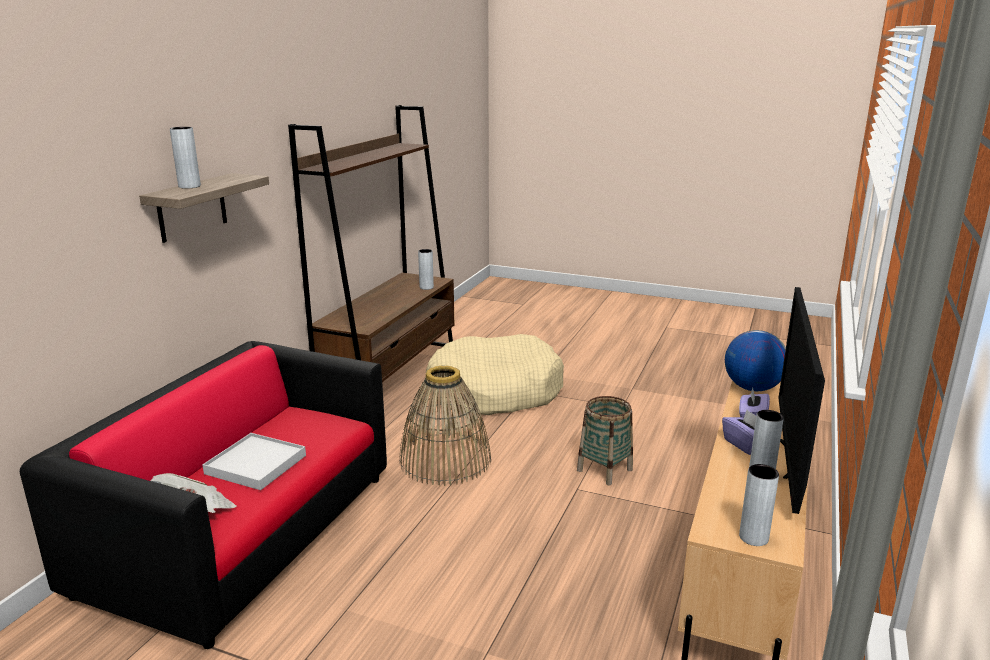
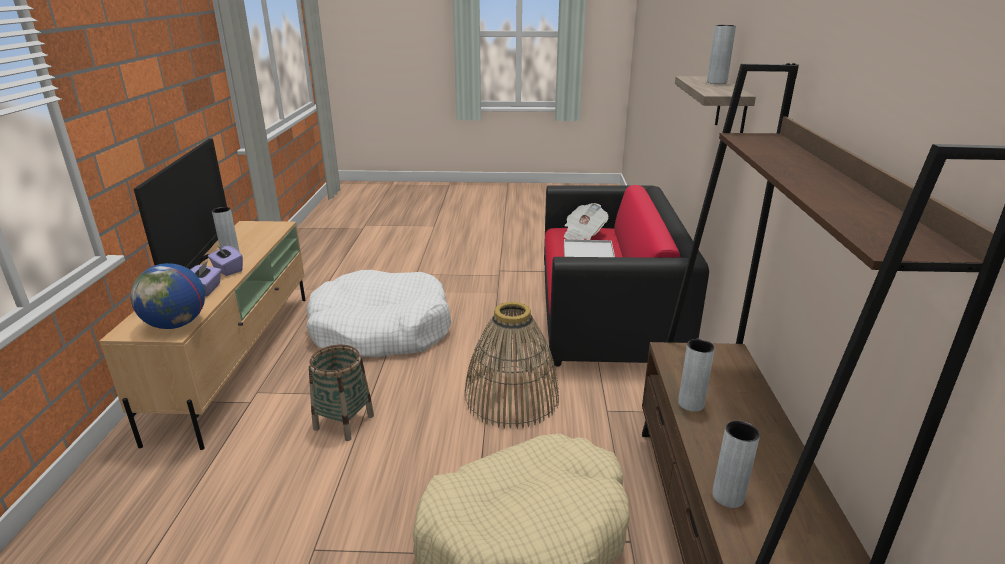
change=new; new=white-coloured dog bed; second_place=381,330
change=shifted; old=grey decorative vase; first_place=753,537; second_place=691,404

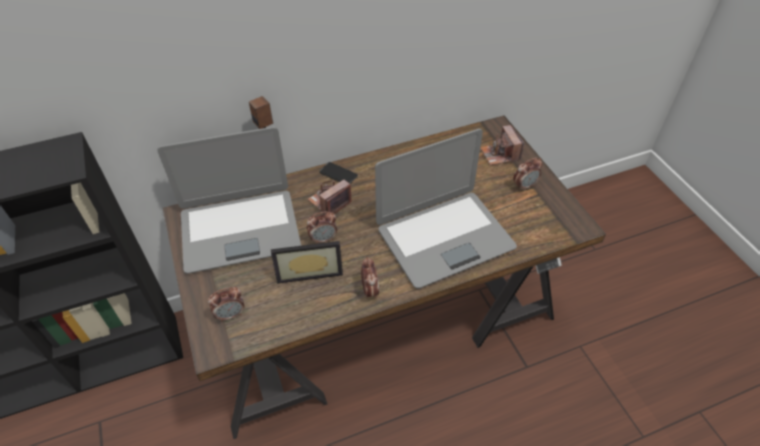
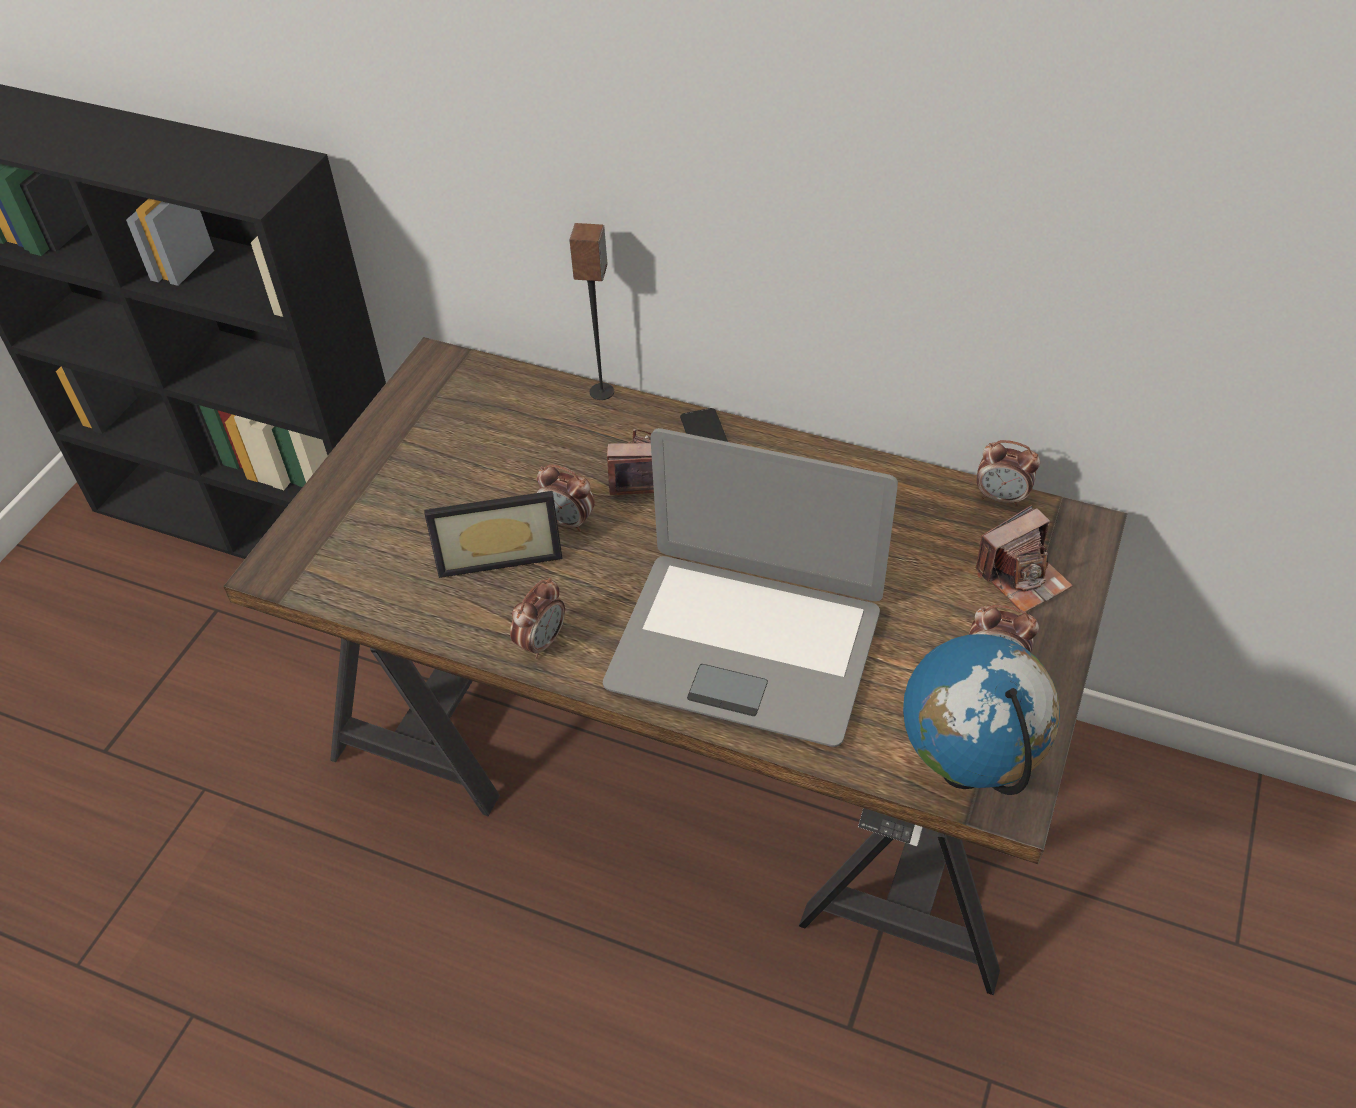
change=gone; old=notebook computer; first_place=240,230
change=new; new=desk globe; second_place=966,771
change=shifted; old=bedside clock; first_place=231,315; second_place=1001,497
change=rotated; old=standing frame; first_place=309,270; second_place=499,552; degrees=-45
change=rotated; old=photo camera; first_place=500,154; second_place=1022,577; degrees=-150

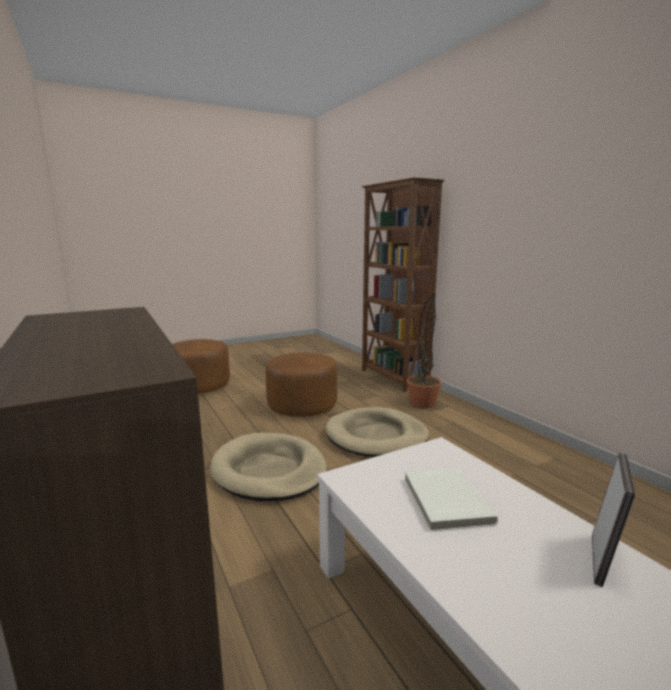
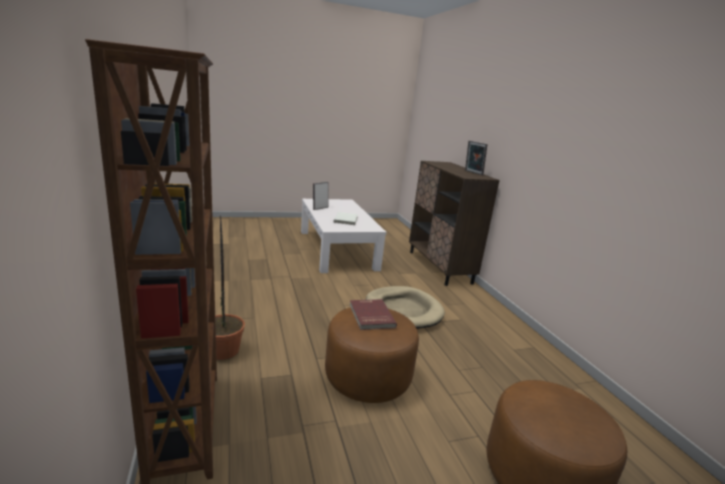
change=gone; old=beige dog bed; first_place=376,436
change=new; new=red-coloured bound book; second_place=370,316
change=new; new=standing frame; second_place=472,172

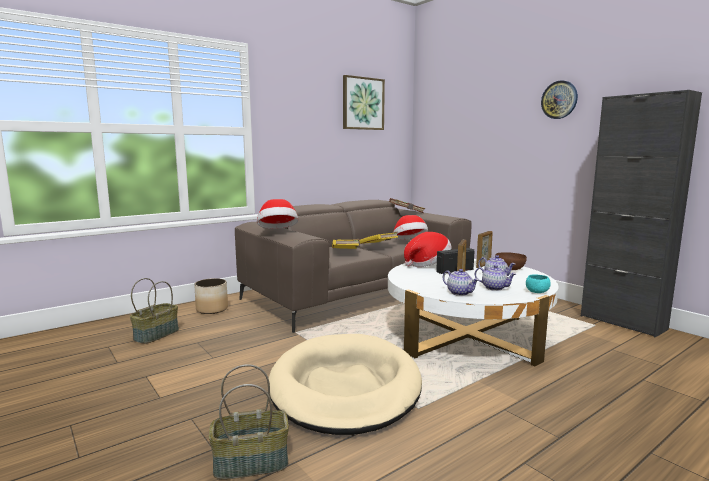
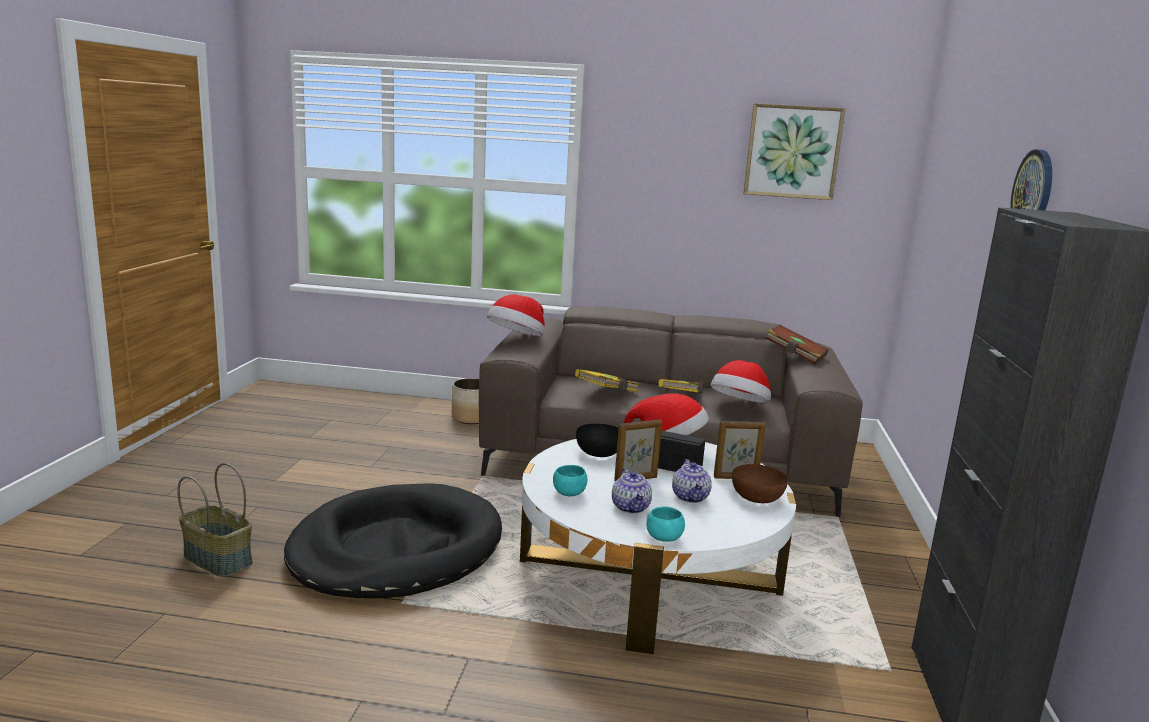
change=gone; old=basket; first_place=156,334
change=new; new=blackish serving bowl; second_place=598,453
change=swapped; old=teapot; new=blue-green serving bowl; first_place=460,293; second_place=569,493
change=repainted; old=beige dog bed; new=blackish dog bed; first_place=345,387; second_place=396,549

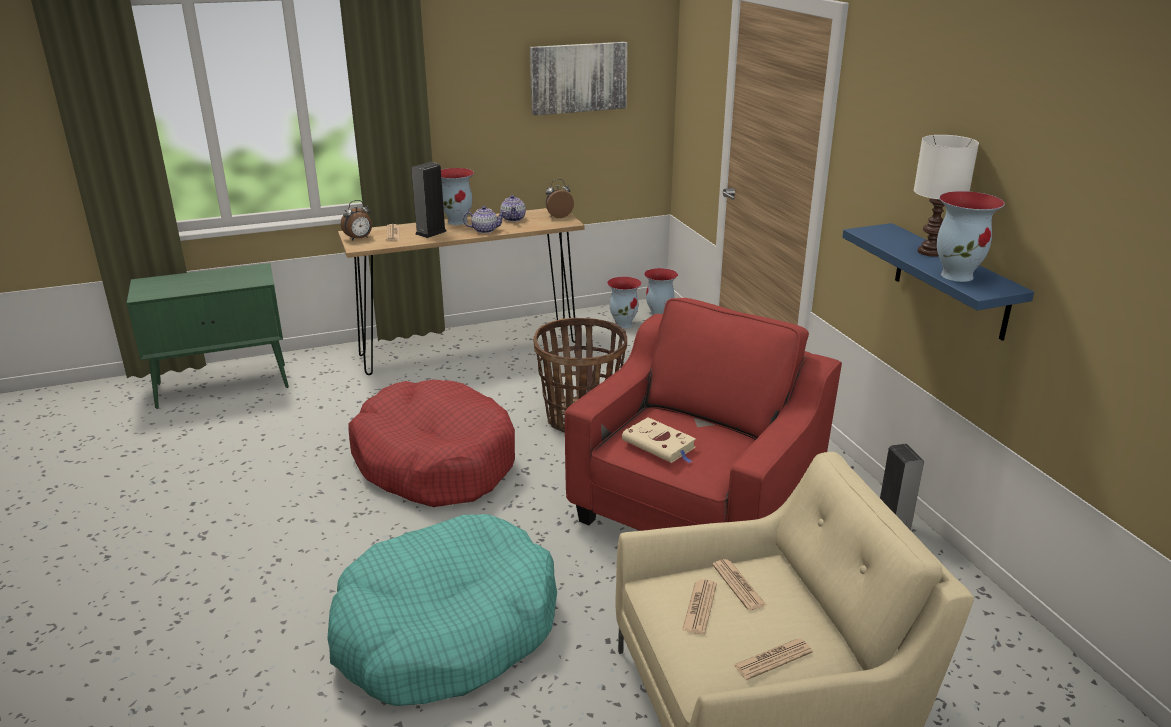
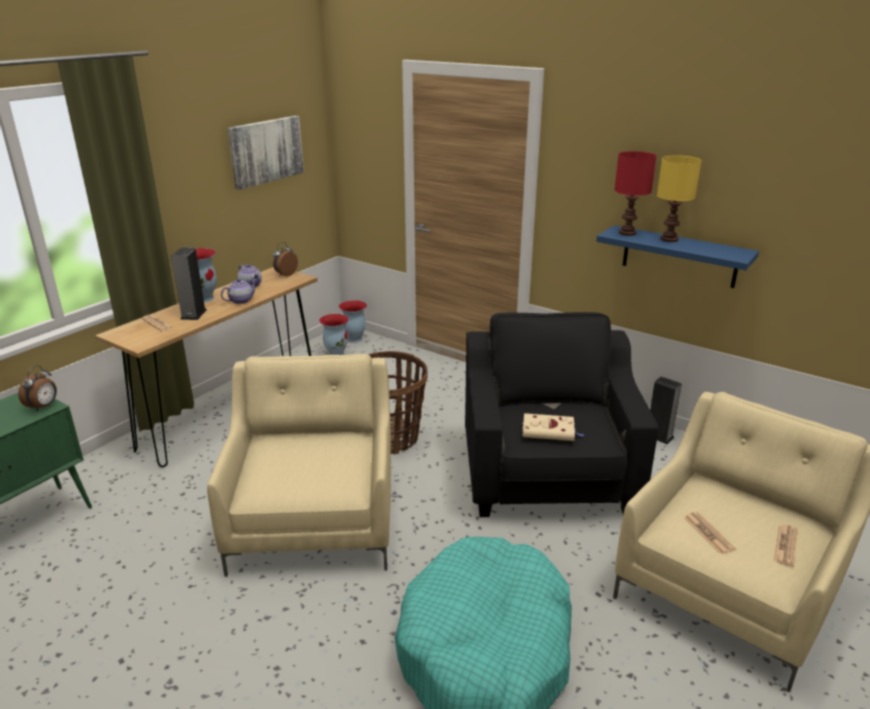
change=gone; old=printed paper; first_place=738,585
change=gone; old=decorative vase; first_place=957,275
change=new; new=red-coloured tabletop lamp; second_place=627,233
change=shifted; old=bedside clock; first_place=359,238; second_place=43,406
change=swapped; old=red-coloured dog bed; new=beige easy chair; first_place=435,461; second_place=315,518
change=repainted; old=red-coloured easy chair; new=blackish easy chair; first_place=695,516; second_place=547,478
change=repainted; old=white-coloured tabletop lamp; new=yellowish tabletop lamp; first_place=930,252; second_place=669,239

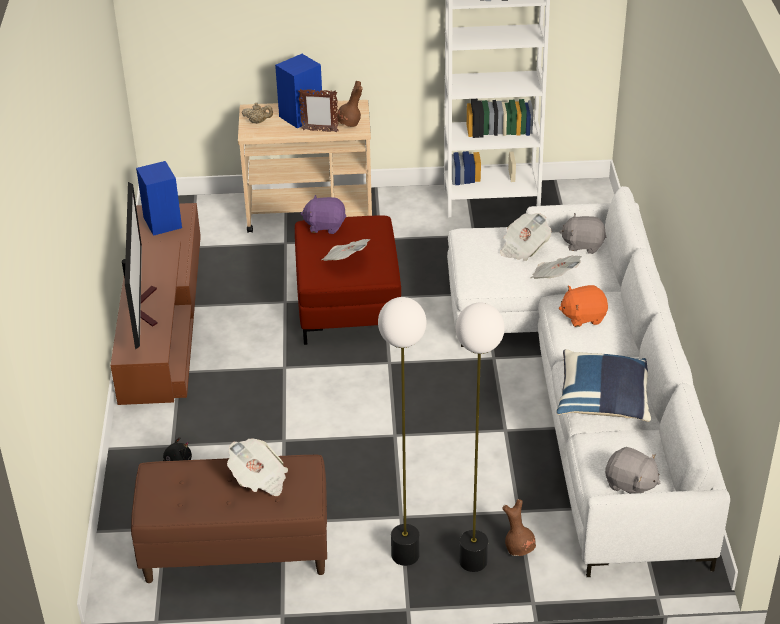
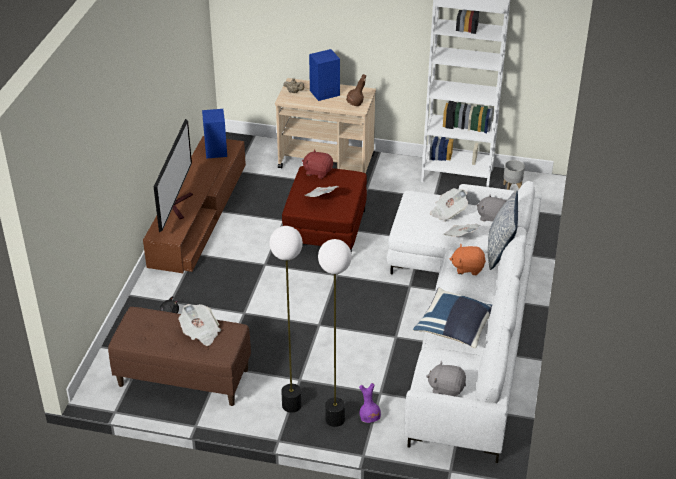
change=gone; old=standing frame; first_place=319,131
change=new; new=throw pillow; second_place=500,251
change=new; new=grey flower pot; second_place=512,187
change=repainted; old=purple-coloured soft toy; new=red-coloured soft toy; first_place=325,225; second_place=318,172
change=repainted; old=brown decorative vase; new=purple-coloured decorative vase; first_place=519,548; second_place=370,418
change=rotated; old=grey soft toy; first_place=630,484; second_place=446,388; degrees=150

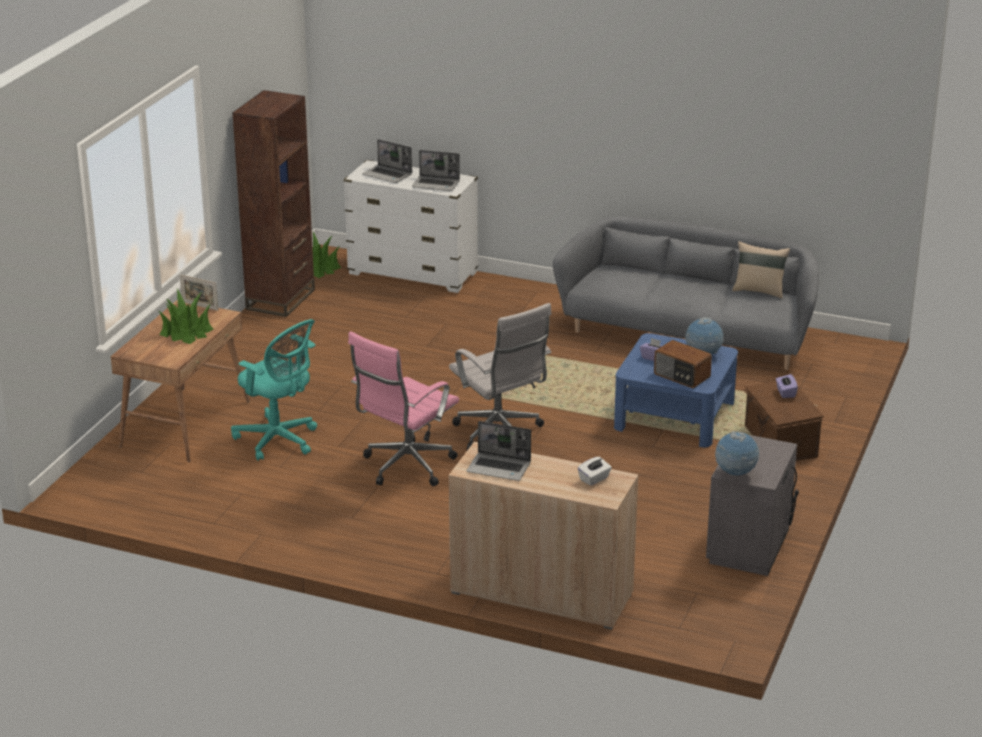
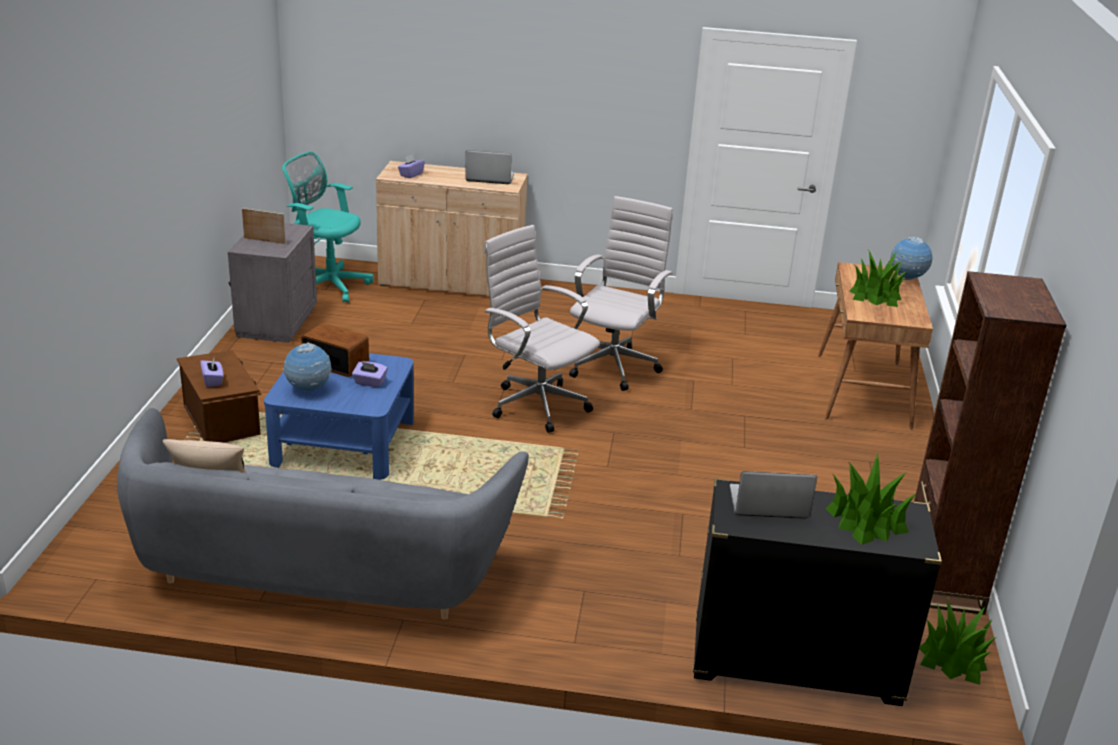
change=shifted; old=standing frame; first_place=200,306; second_place=265,241
change=shifted; old=blue-green desk chair; first_place=278,440; second_place=328,284
change=shifted; old=desk globe; first_place=735,474; second_place=907,278
change=swapped; old=notebook computer; new=houseplant; first_place=388,175; second_place=866,520
change=repainted; old=white-coloured dresser; new=blackish dresser; first_place=413,274; second_place=795,663
change=repainted; old=pinkish desk chair; new=white-coloured desk chair; first_place=405,467; second_place=614,365
change=repainted; old=white-coloured box of tissues; new=purple-coloured box of tissues; first_place=594,479; second_place=411,174

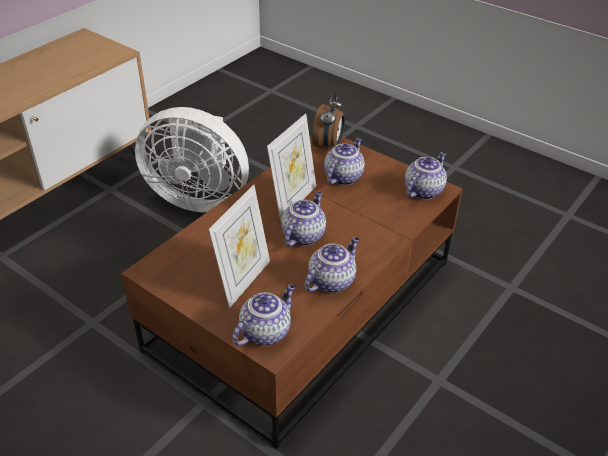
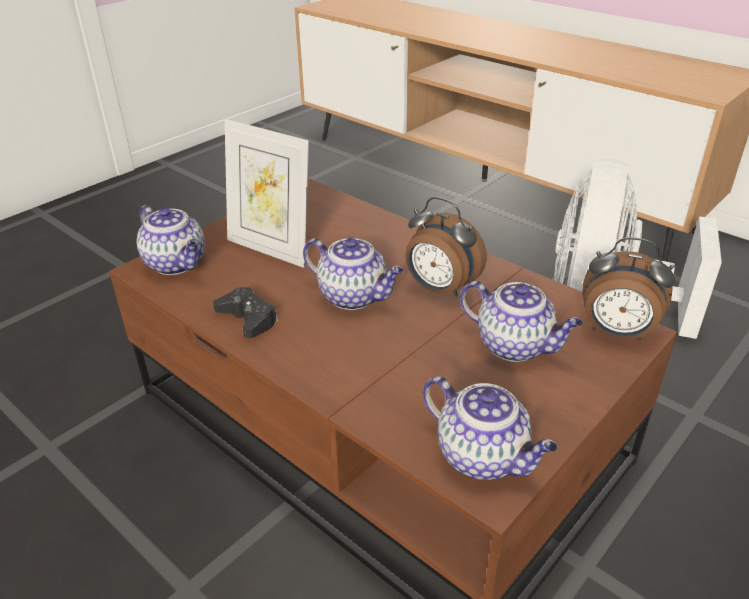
change=swapped; old=standing frame; new=bedside clock; first_place=293,200; second_place=440,289
change=swapped; old=teapot; new=blackish joypad; first_place=331,281; second_place=248,319

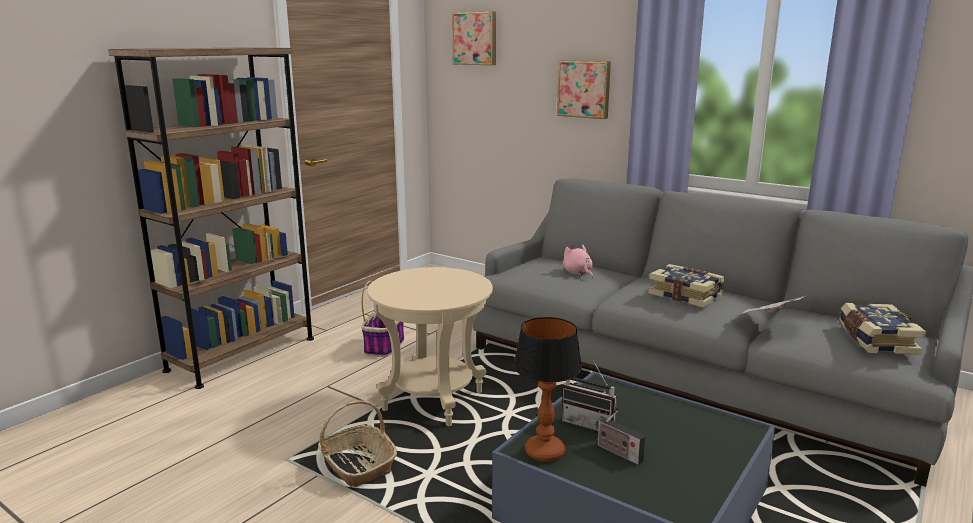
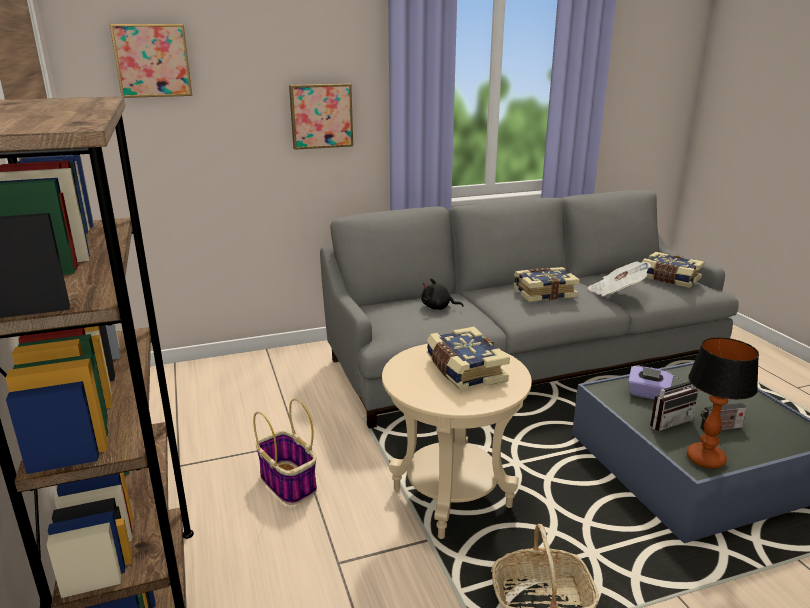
change=new; new=bound book; second_place=464,371
change=new; new=purple-coloured box of tissues; second_place=647,394
change=repainted; old=pinkish soft toy; new=blackish soft toy; first_place=578,273; second_place=438,307

